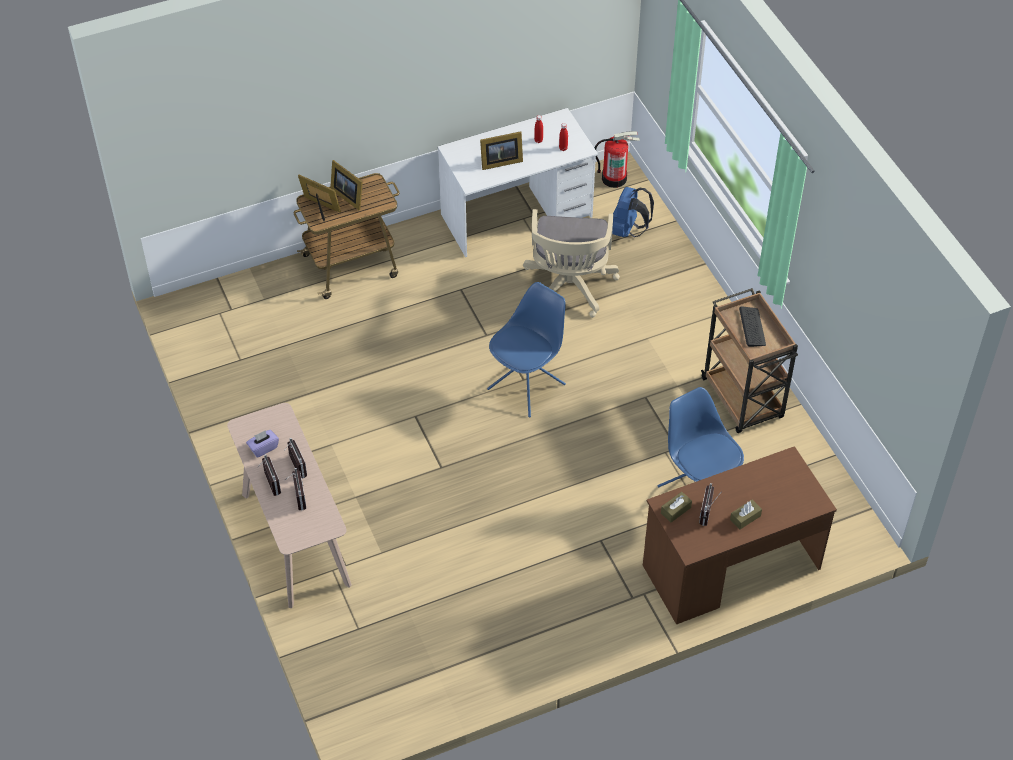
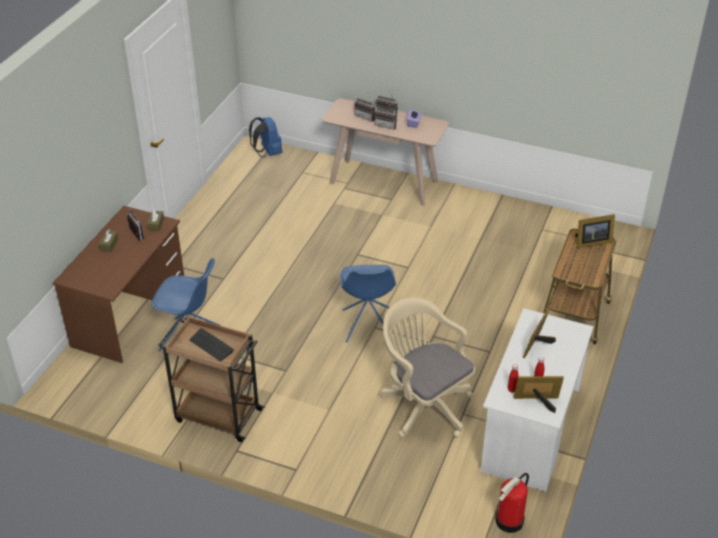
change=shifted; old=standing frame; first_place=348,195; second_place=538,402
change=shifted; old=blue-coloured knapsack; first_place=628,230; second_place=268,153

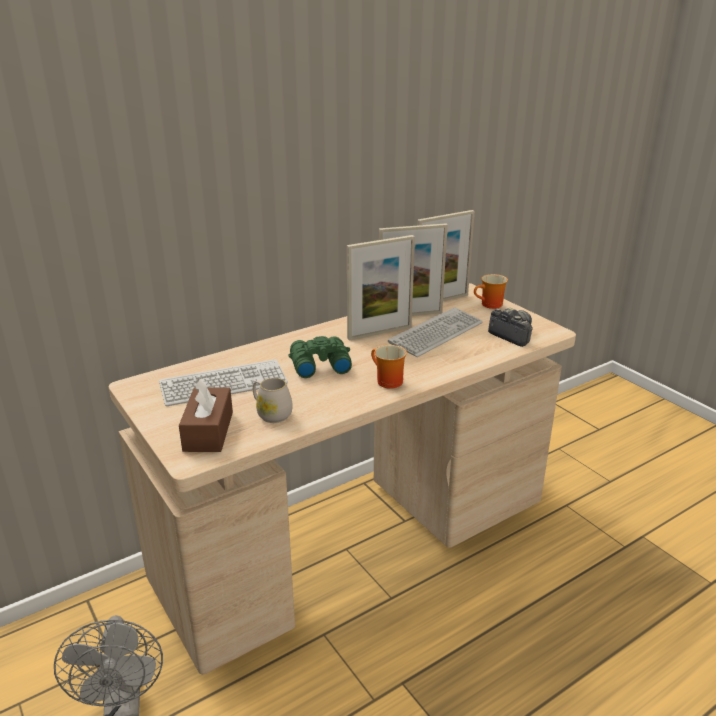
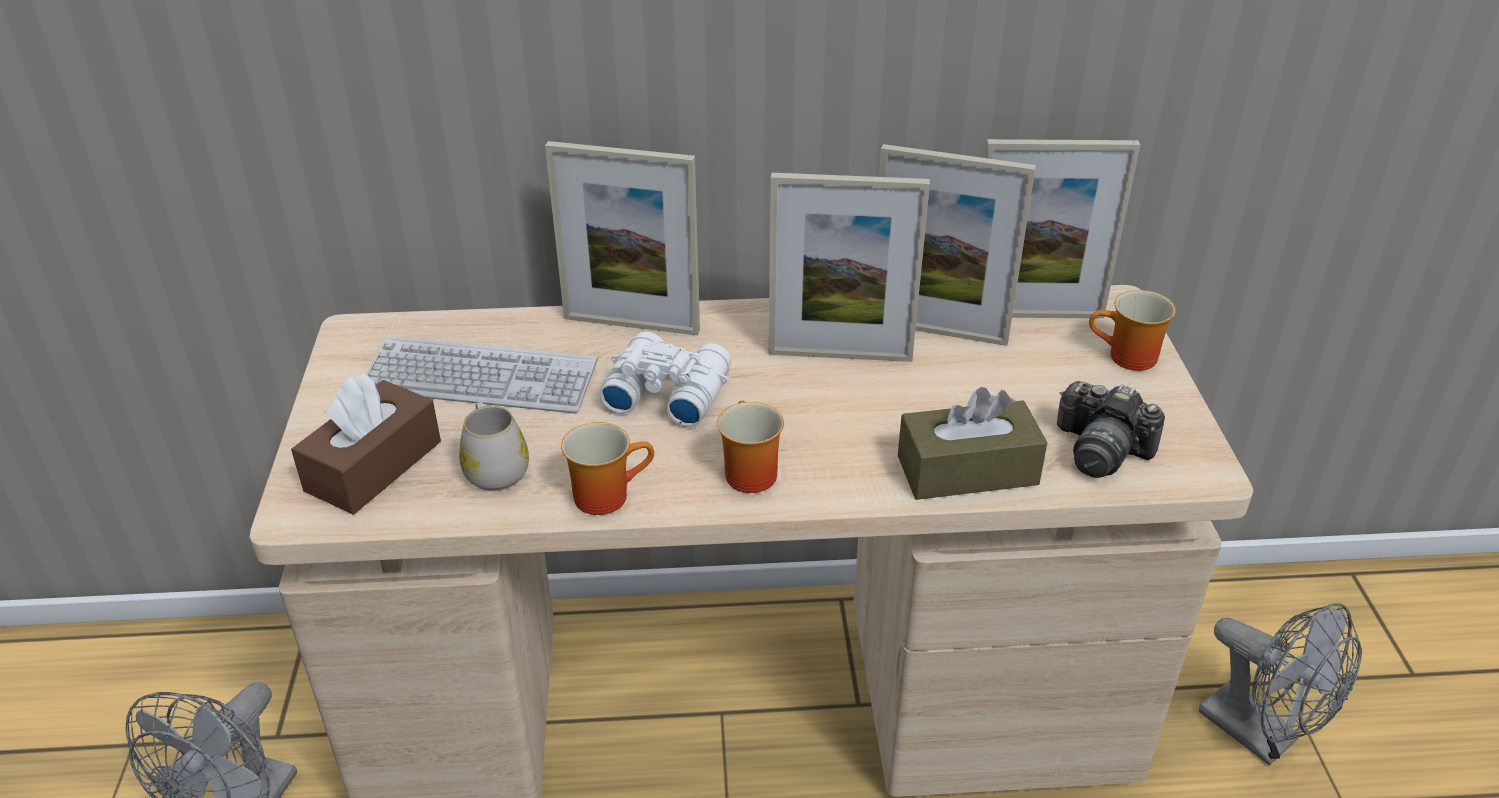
change=gone; old=computer keyboard; first_place=436,333
change=new; new=standing frame; second_place=631,324
change=new; new=mug; second_place=606,493
change=new; new=brown box of tissues; second_place=967,470
change=new; new=grey cooling fan; second_place=1261,736
change=repainted; old=green-coloured field glasses; new=white-coloured field glasses; first_place=319,365; second_place=665,391
change=rotated; old=photo camera; first_place=512,335; second_place=1101,450; degrees=135

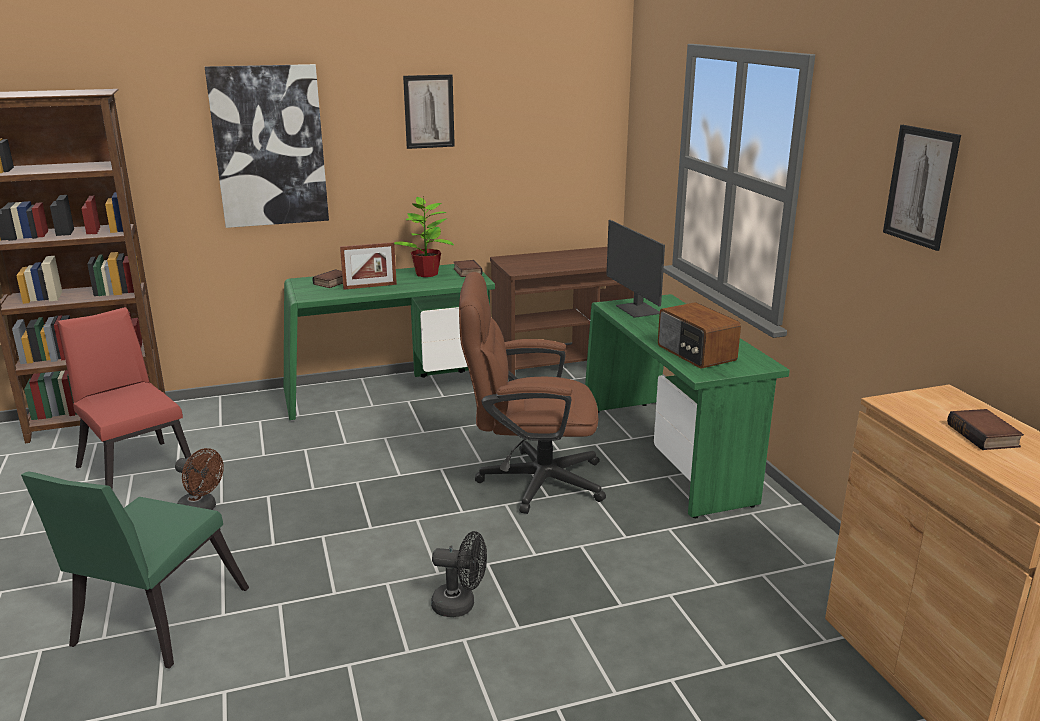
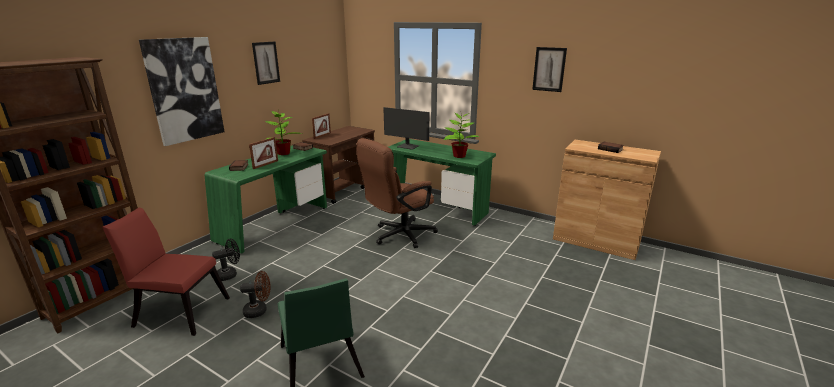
change=new; new=standing frame; second_place=322,135
change=shifted; old=blackish cooling fan; first_place=460,605; second_place=230,274
change=swapped; old=radio set; new=houseplant; first_place=695,353; second_place=458,156

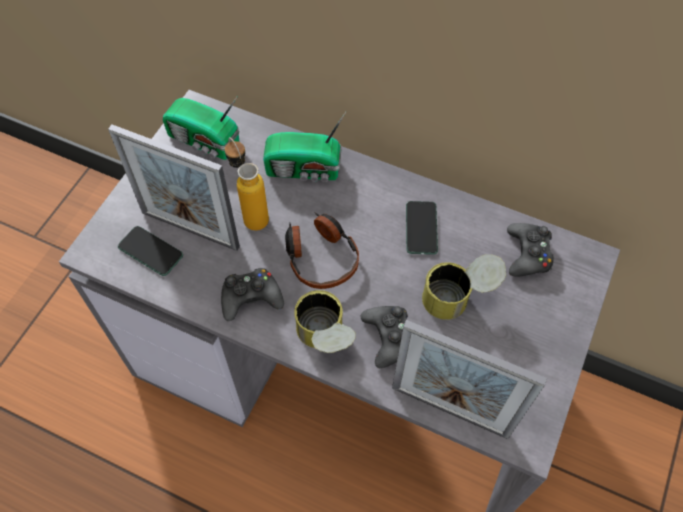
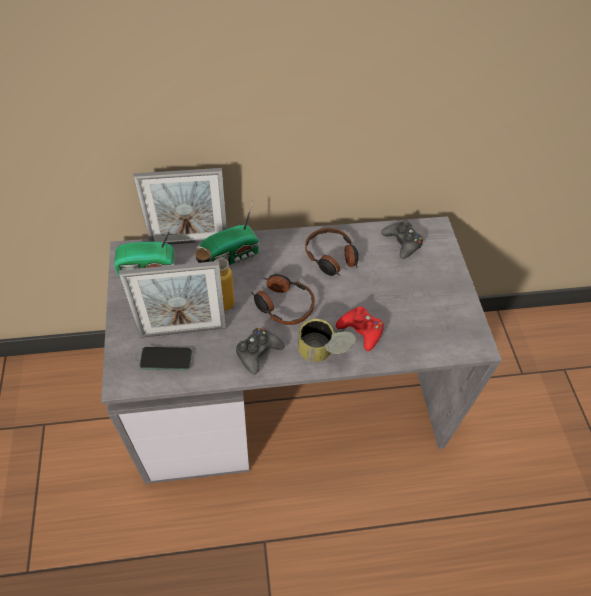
change=gone; old=metal can; first_place=458,297
change=shifted; old=standing frame; first_place=450,410; second_place=189,241
change=swapped; old=telephone; new=headphones; first_place=421,228; second_place=331,257
change=repainted; old=blackish joypad; new=red-coloured joypad; first_place=389,338; second_place=361,330

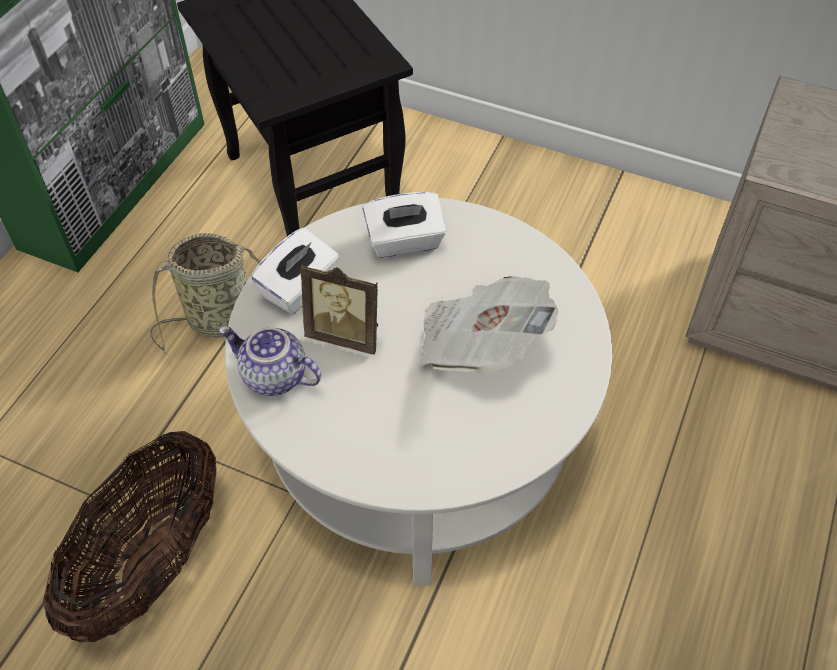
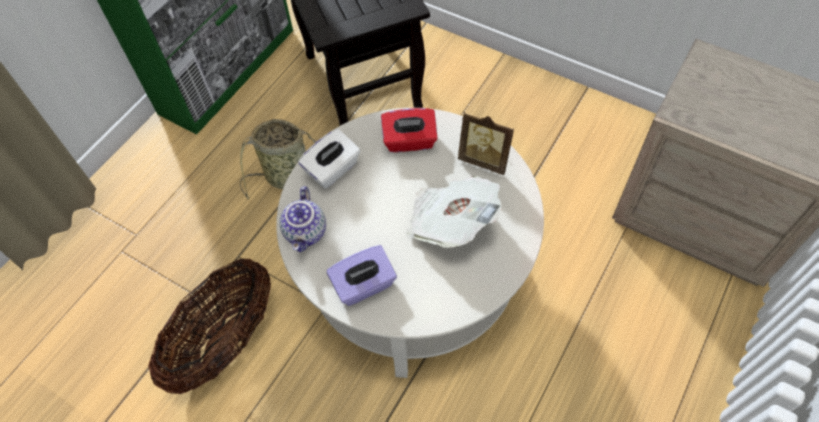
change=new; new=purple-coloured box of tissues; second_place=364,285
change=shifted; old=standing frame; first_place=346,334; second_place=485,159
change=repainted; old=white-coloured box of tissues; new=red-coloured box of tissues; first_place=405,242; second_place=410,141
change=rotated; old=teapot; first_place=273,377; second_place=307,232; degrees=-120

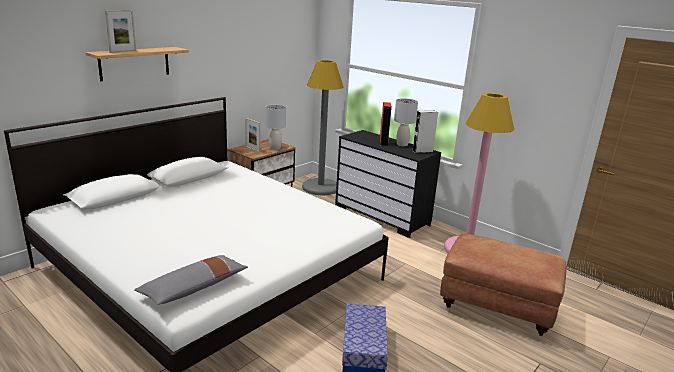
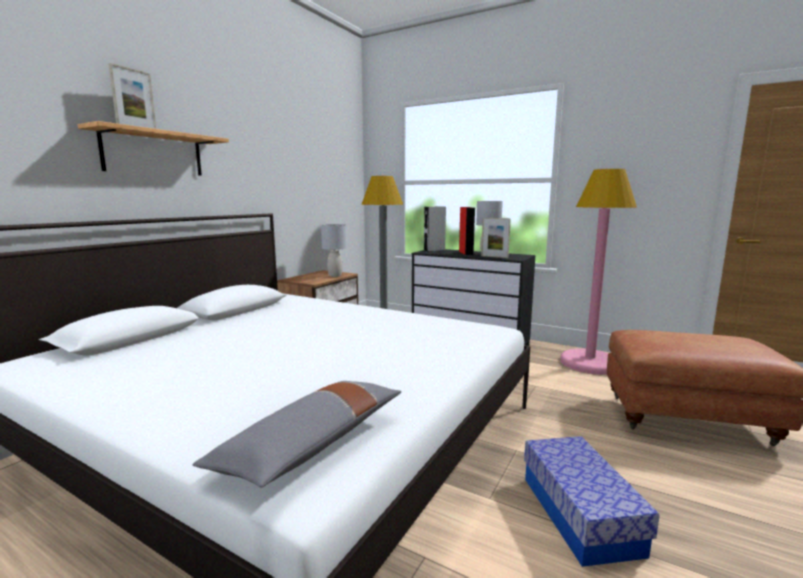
change=shifted; old=standing frame; first_place=252,149; second_place=494,257
change=shifted; old=grey speaker; first_place=422,151; second_place=434,250

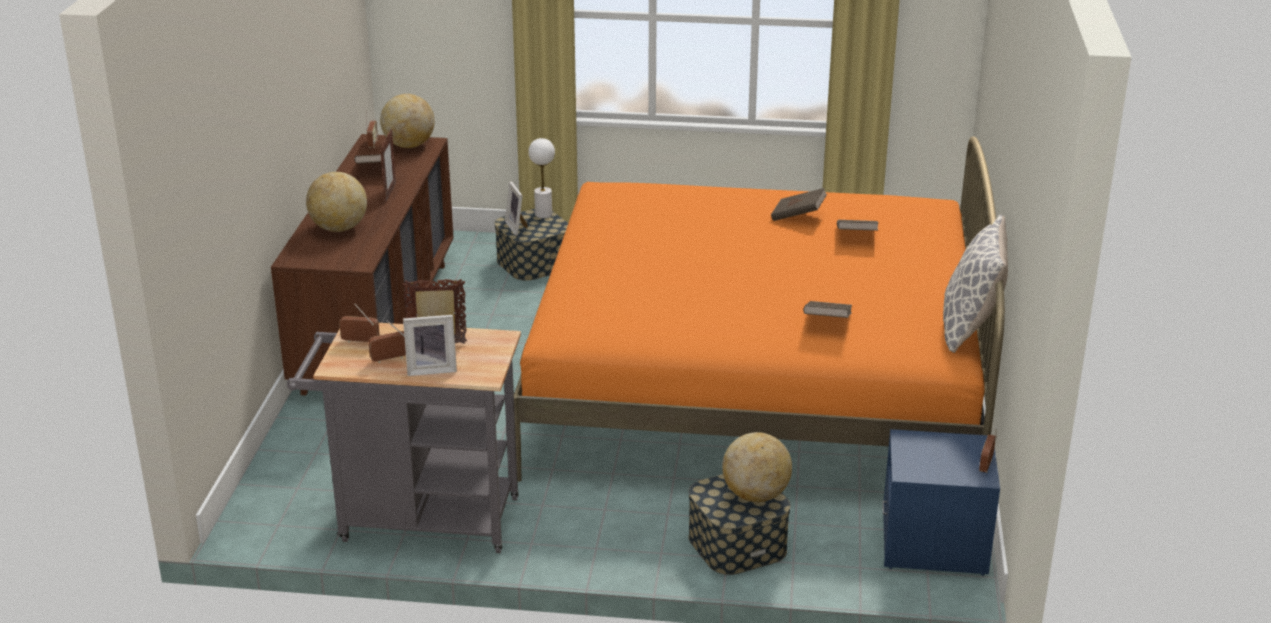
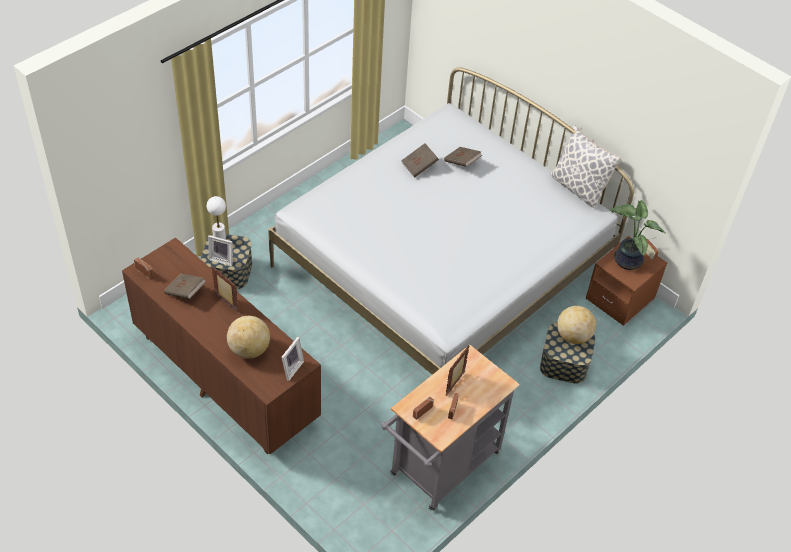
change=gone; old=desk globe; first_place=409,145
change=gone; old=brown bound book; first_place=827,322
change=new; new=houseplant; second_place=626,259
change=shifted; old=standing frame; first_place=431,369; second_place=290,368
change=repainted; old=orangey sleeping bed; new=white-coloured sleeping bed; first_place=756,383; second_place=443,267
change=repainted; old=blue-coloured nightstand; new=brown nightstand; first_place=934,544; second_place=620,298

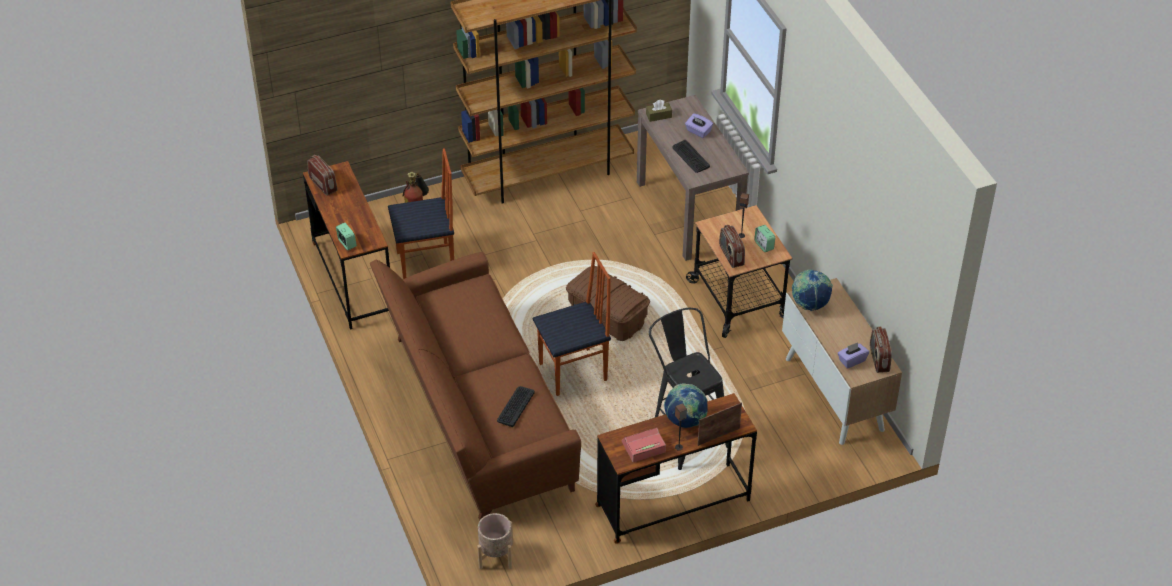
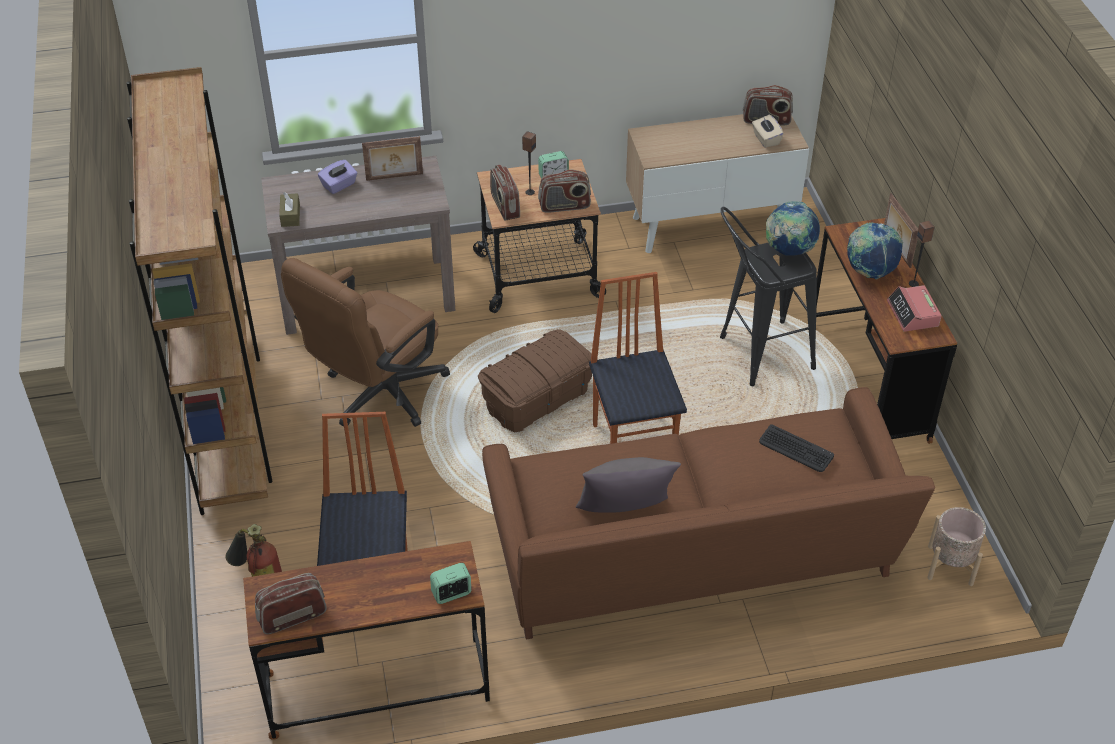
change=gone; old=computer keyboard; first_place=690,157
change=new; new=brown desk chair; second_place=377,396
change=new; new=standing frame; second_place=394,177
change=new; new=radio set; second_place=504,206
change=new; new=grey throw pillow; second_place=625,515
change=shifted; old=desk globe; first_place=809,304; second_place=789,250
change=repainted; old=purple-coloured box of tissues; new=beige box of tissues; first_place=852,360; second_place=766,139

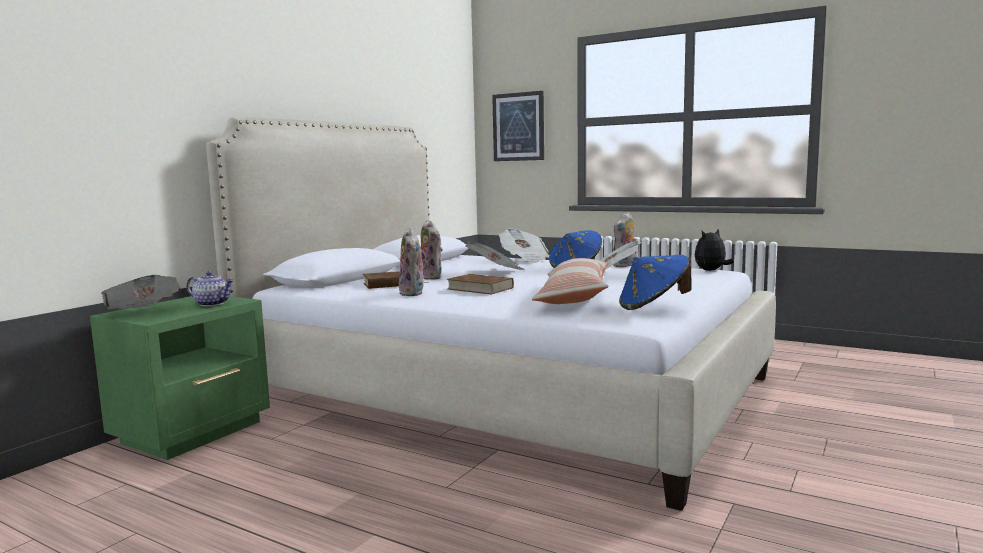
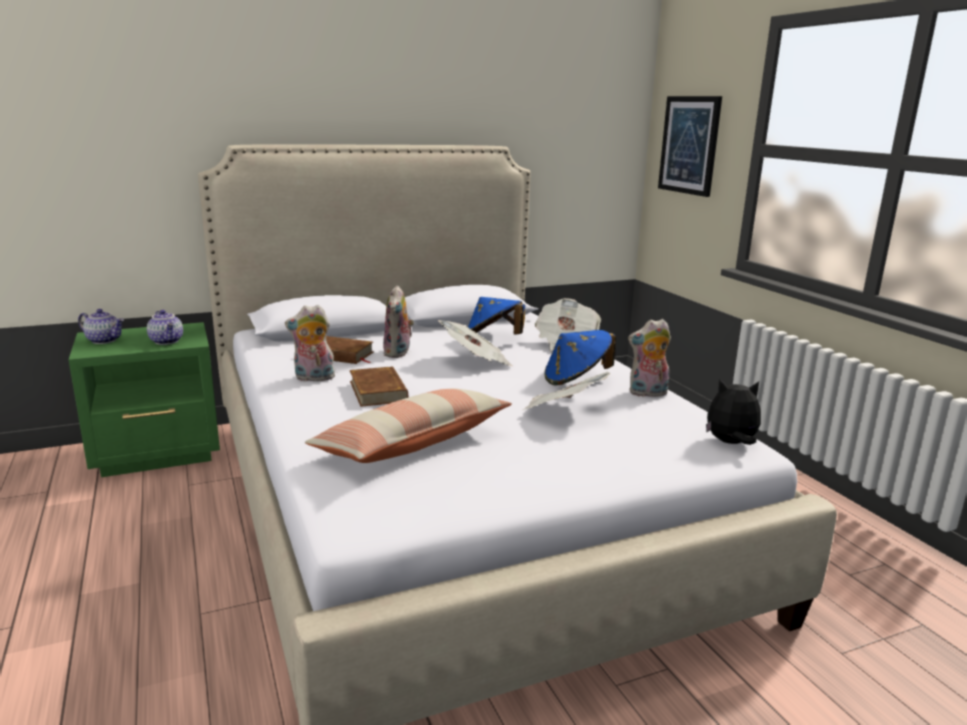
change=shifted; old=blue-coloured wearable hat; first_place=653,306; second_place=493,339
change=swapped; old=printed paper; new=teapot; first_place=143,313; second_place=105,340
change=rotated; old=soft toy; first_place=414,293; second_place=313,378; degrees=60

